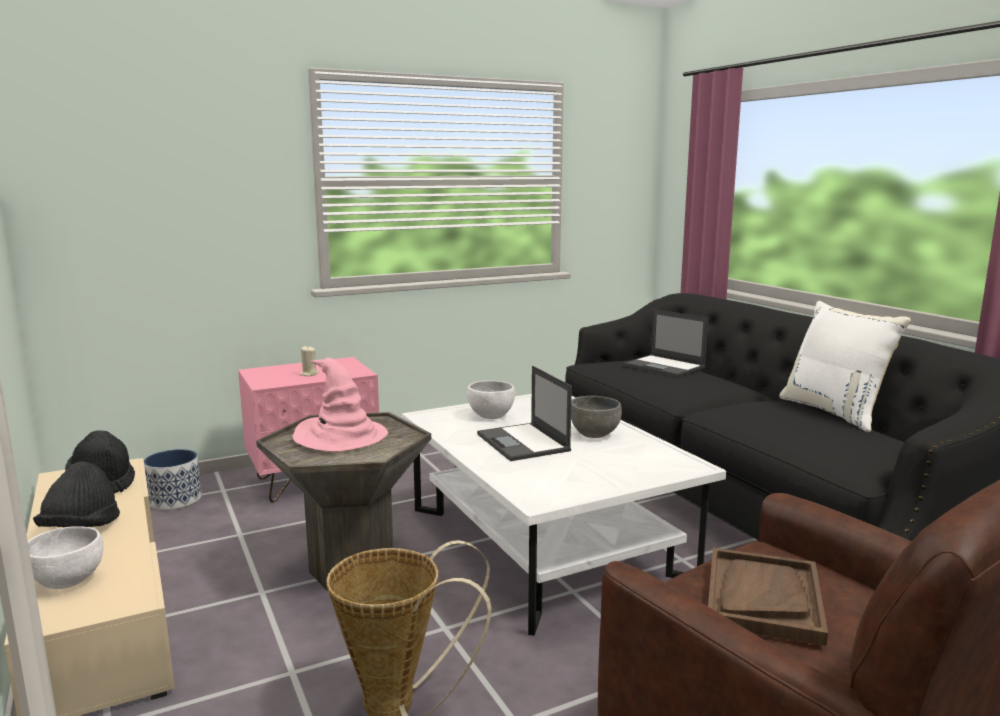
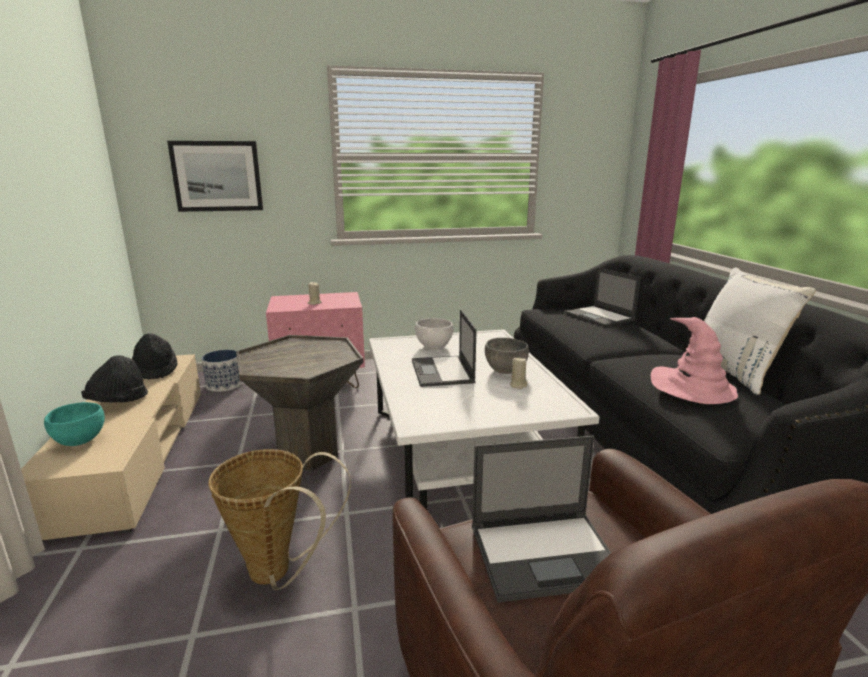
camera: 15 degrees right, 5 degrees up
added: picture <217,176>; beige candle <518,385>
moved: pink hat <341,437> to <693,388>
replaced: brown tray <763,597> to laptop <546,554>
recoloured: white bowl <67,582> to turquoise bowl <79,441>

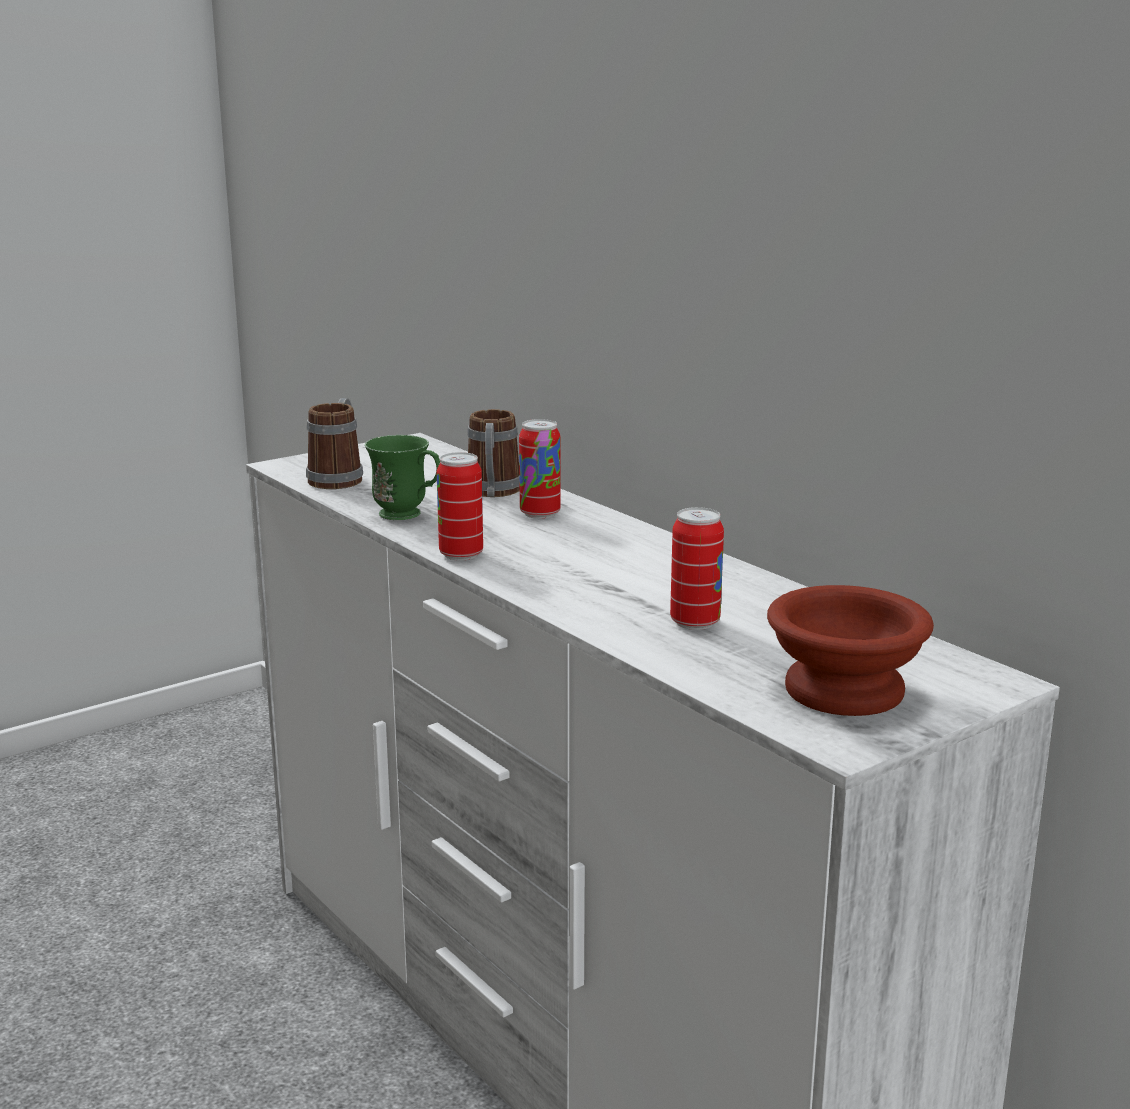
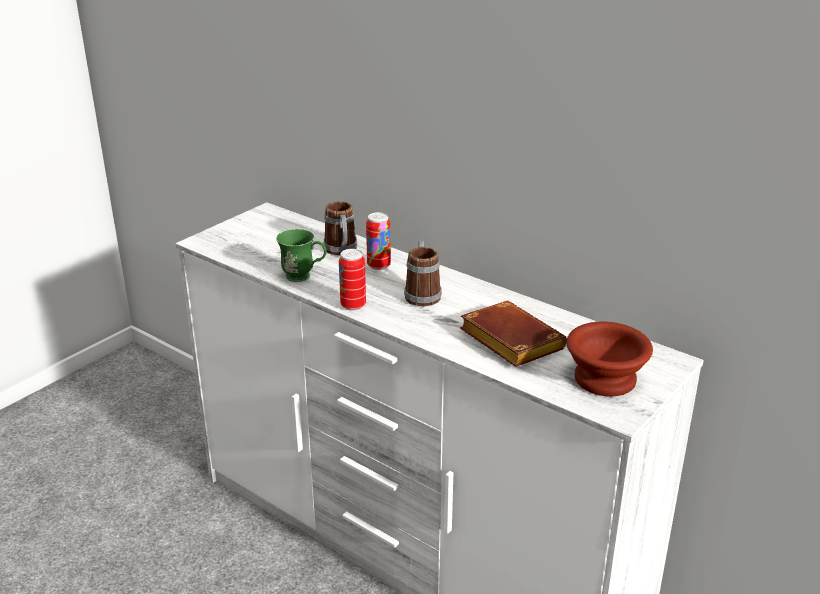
camera: 15 degrees left, 10 degrees up
moved: mug <339,478> to <422,293>
replaced: can <695,622> to brown book <507,341>

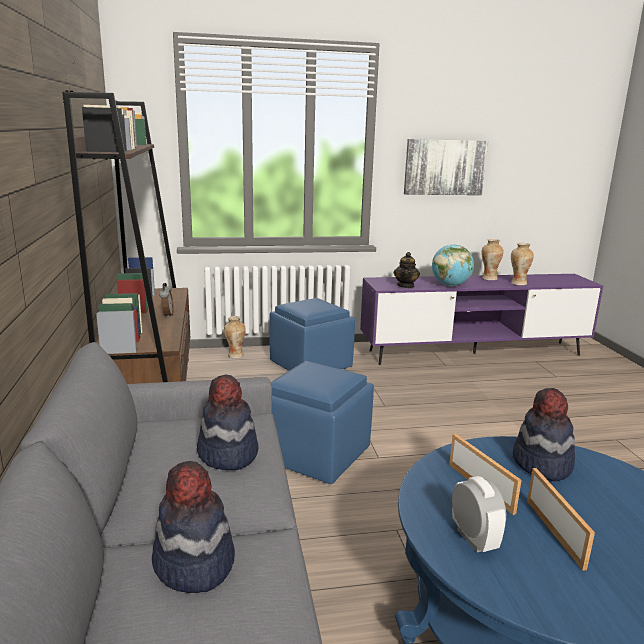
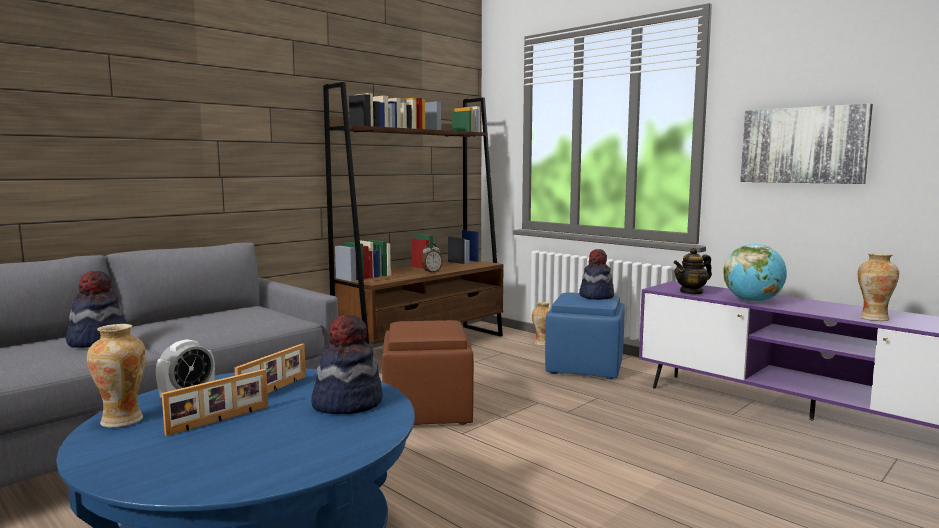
camera: 55 degrees right, 10 degrees down
moved: hat <227,454> to <596,296>; vase <489,278> to <123,420>
recoloured: blue ottoman <315,454> to brown ottoman <428,411>

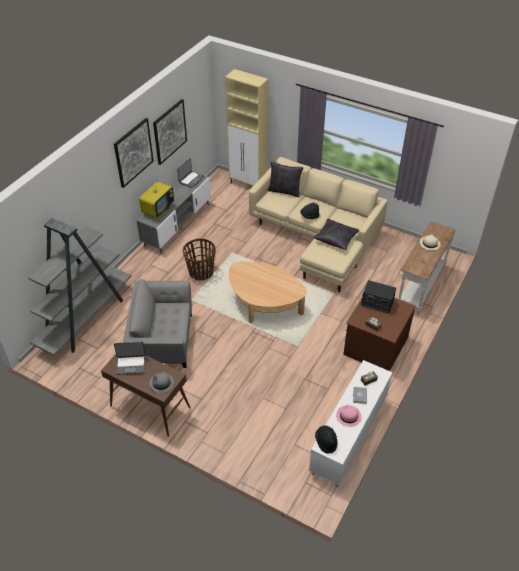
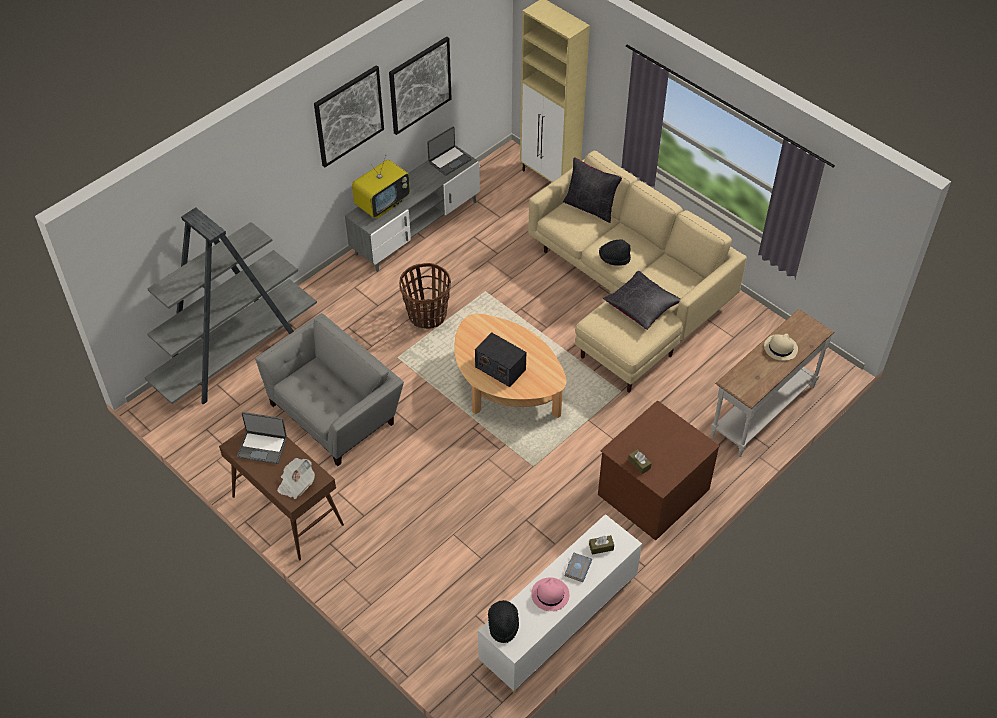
camera: 15 degrees right, 5 degrees up
moved: radio <377,303> to <500,368>
replaced: grey hat <161,383> to newspaper <296,484>
turned: grey armchair <162,340> = <335,412> 120 degrees clockwise

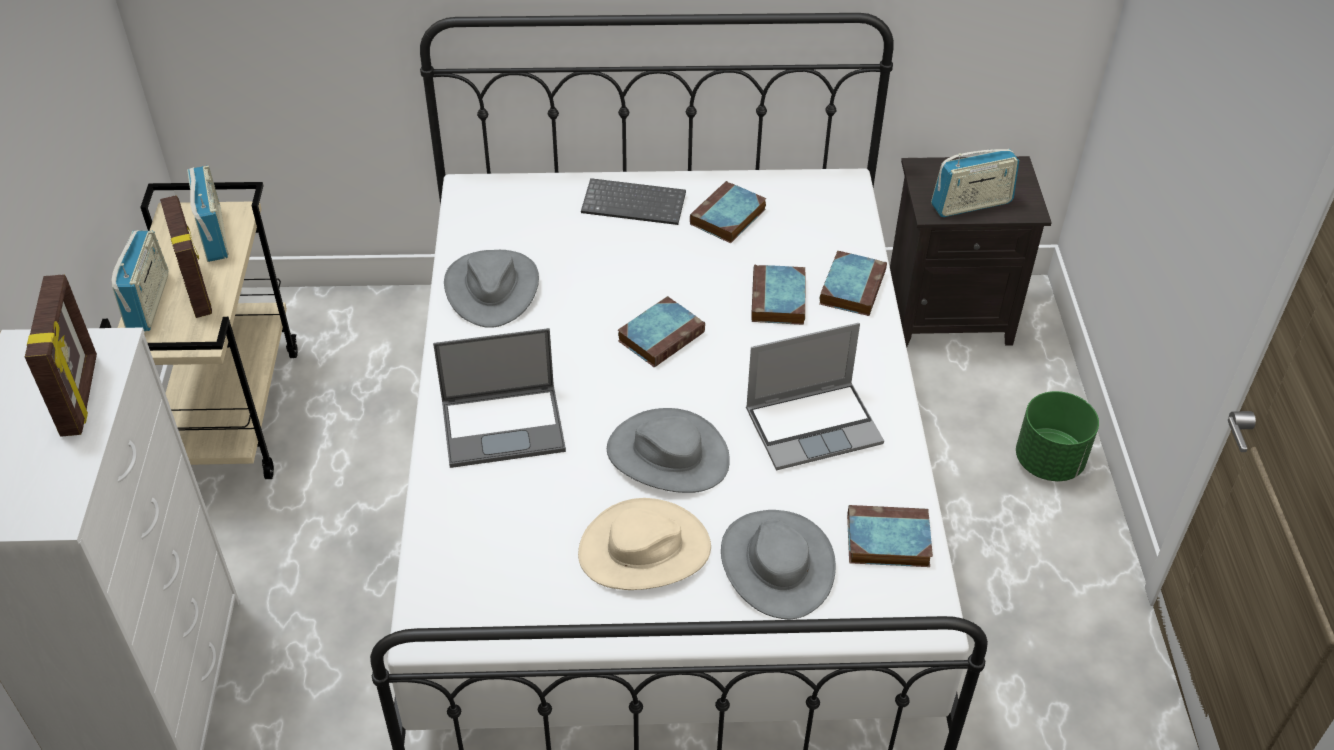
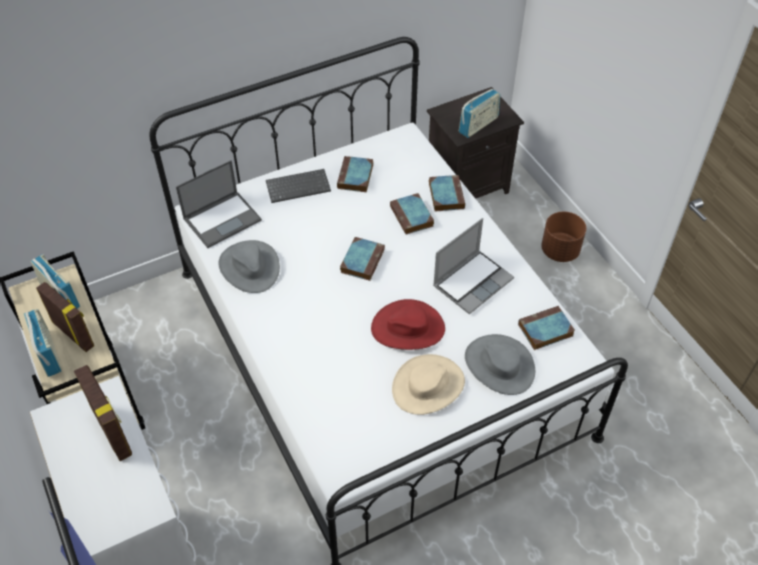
camera: 25 degrees left, 5 degrees up
moved: laptop <504,425> to <223,219>
recoloured: grey hat <668,455> to red hat <408,328>; green planter <1049,461> to brown planter <560,251>

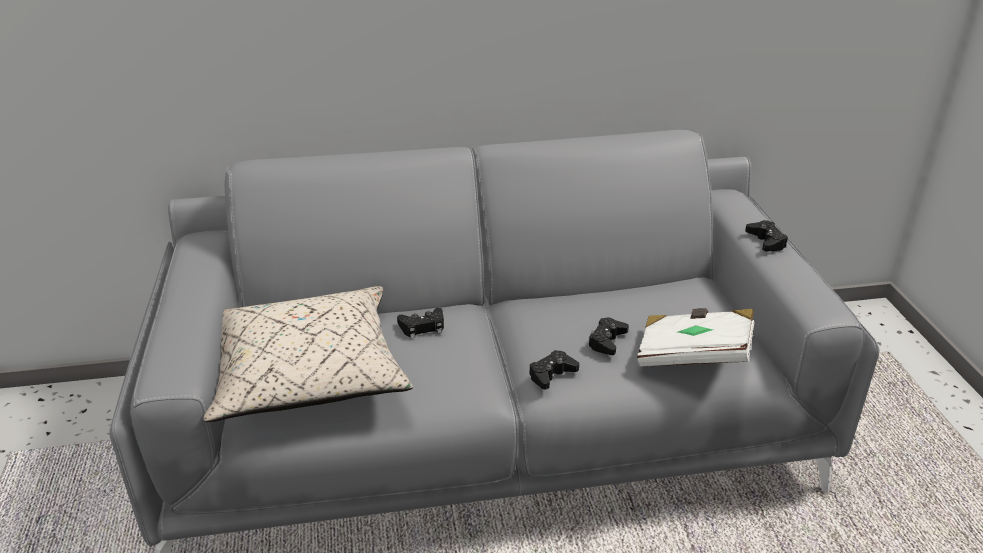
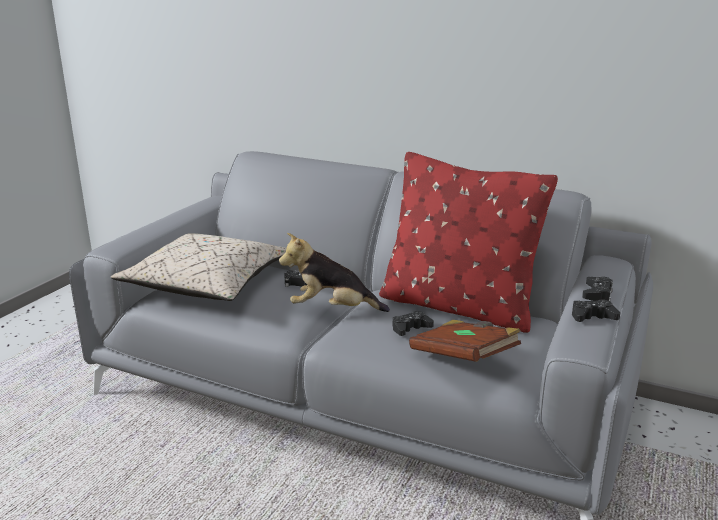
camera: 35 degrees right, 10 degrees down
added: plush toy <332,309>; red pillow <457,307>
moved: black game controller <551,374> to <592,317>
recoloured: white book <693,356> to brown book <463,358>

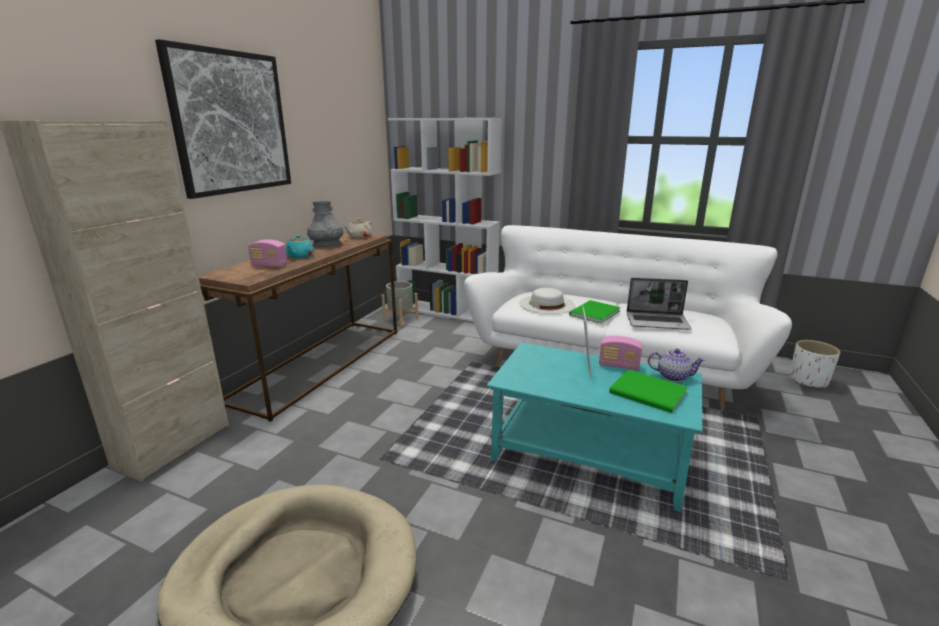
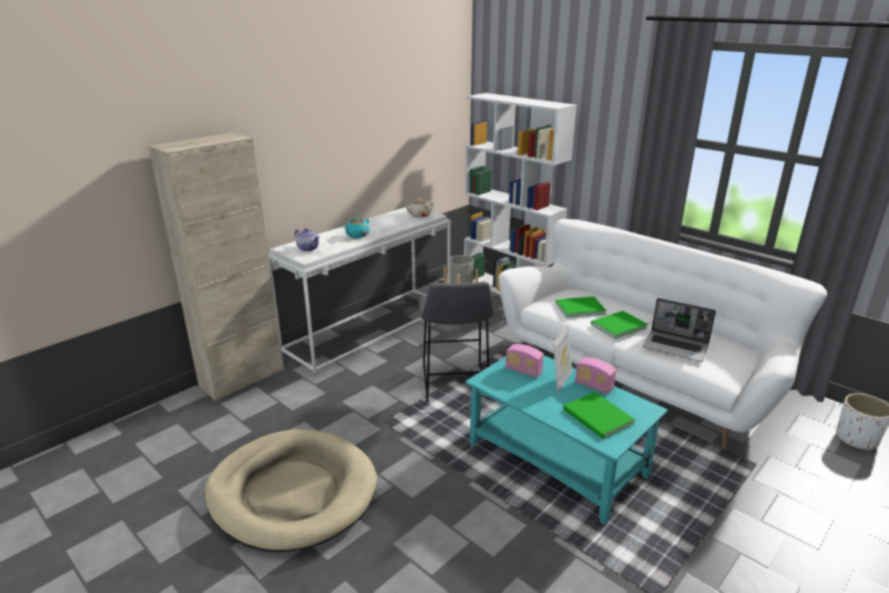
camera: 20 degrees right, 5 degrees up
removed: picture <231,123>; grey vase <327,245>
added: grey stool <454,384>
moved: radio <269,265> to <523,371>; teapot <672,376> to <308,248>
replaced: white hat <547,304> to green book <578,308>
recoloured: brown console table <319,363> to white console table <370,326>

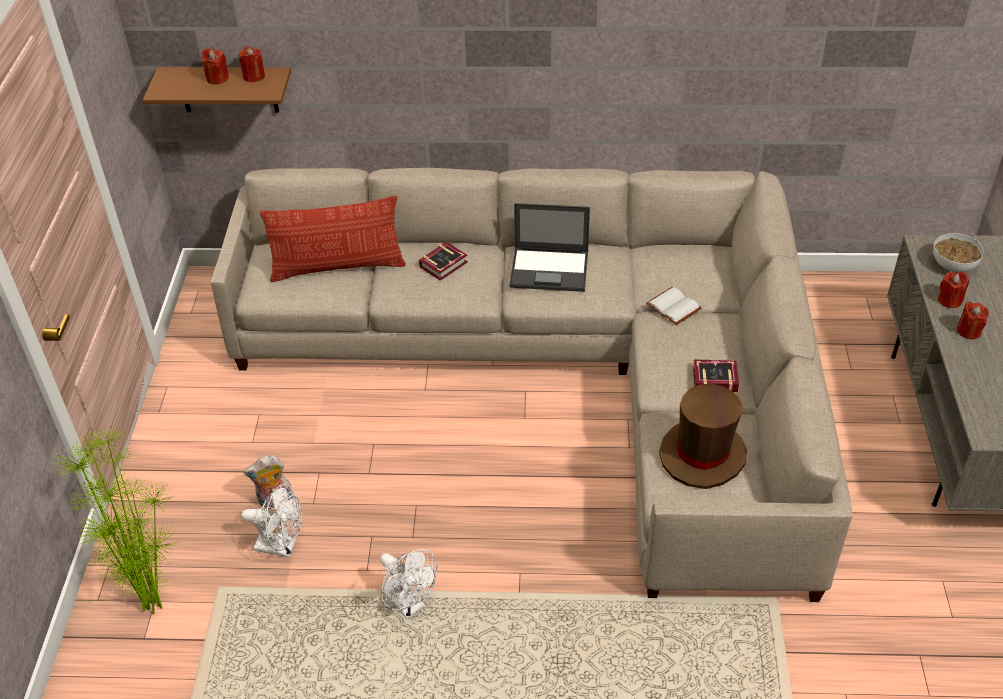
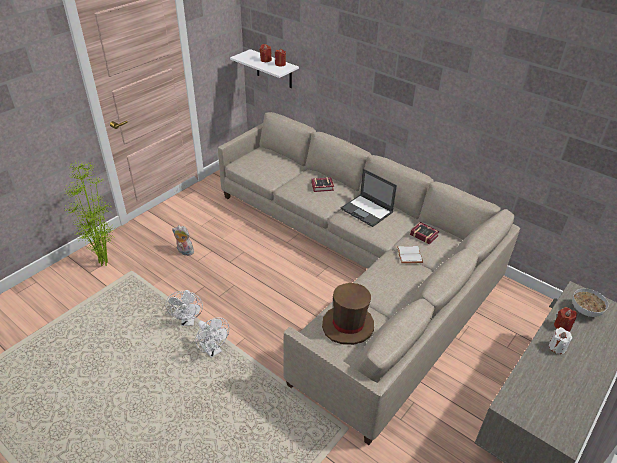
camera: 35 degrees right, 5 degrees down
removed: pillow <338,267>
moved: white fan <282,546> to <213,350>; book <712,378> to <423,234>
recoloured: brown shelf <228,89> to white shelf <274,69>; red candle <968,331> to white candle <557,347>

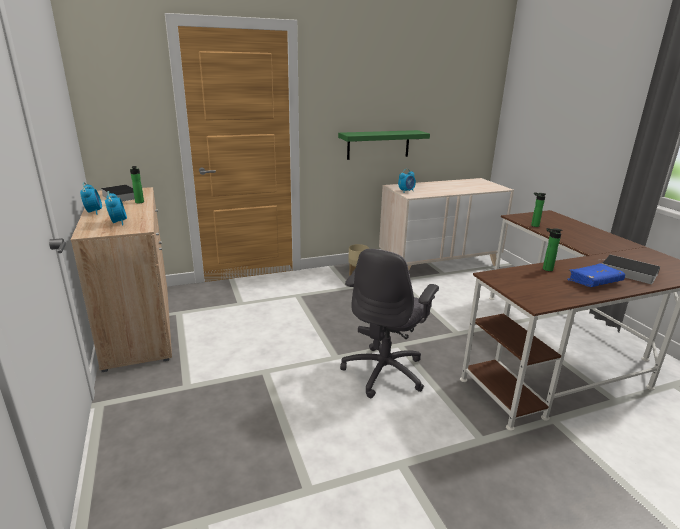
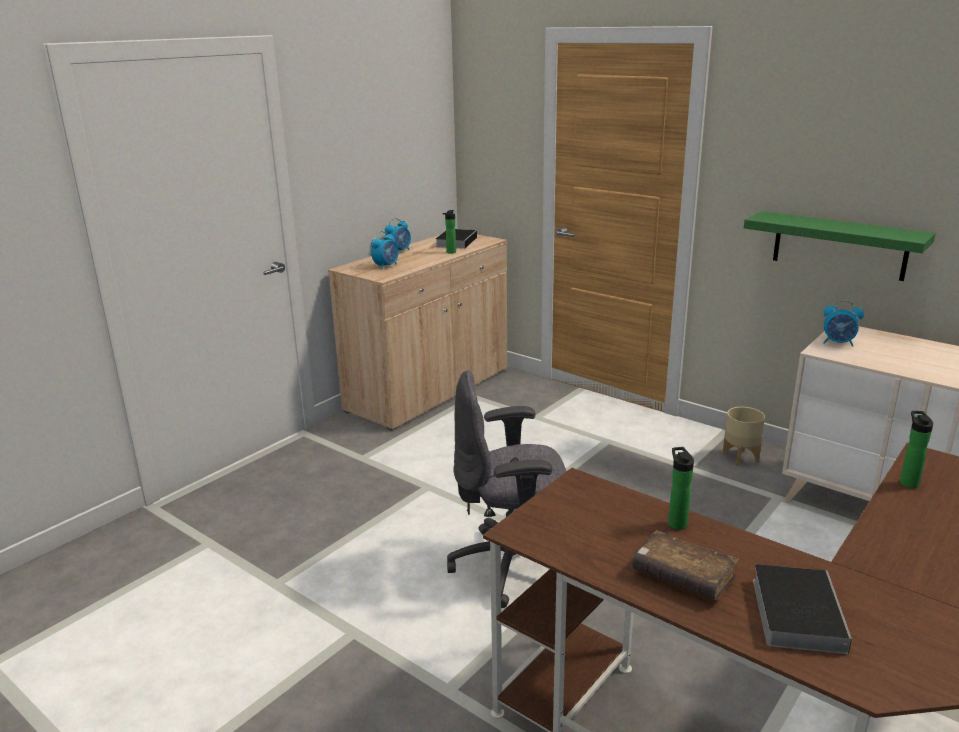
camera: 60 degrees right, 0 degrees up
recoloured: blue book <594,282> to brown book <683,576>

